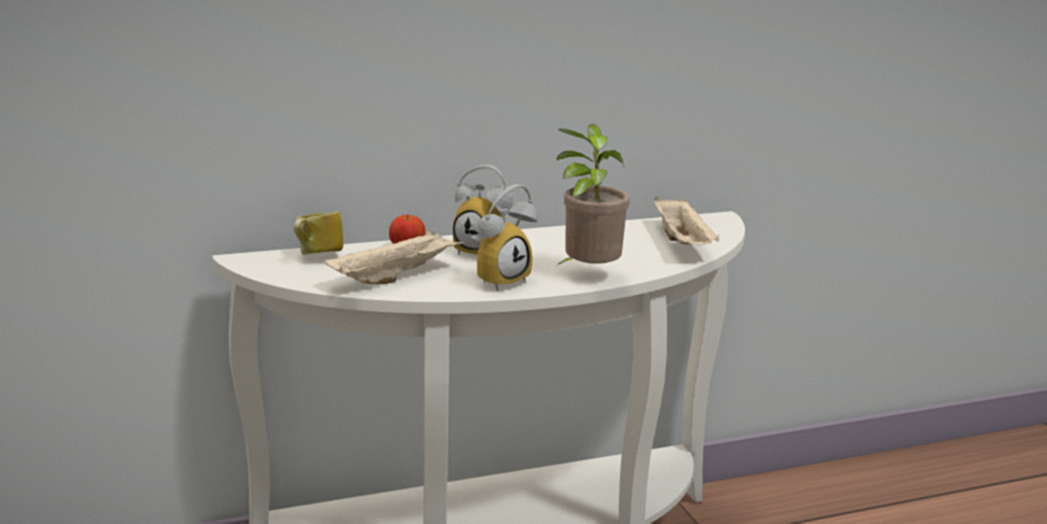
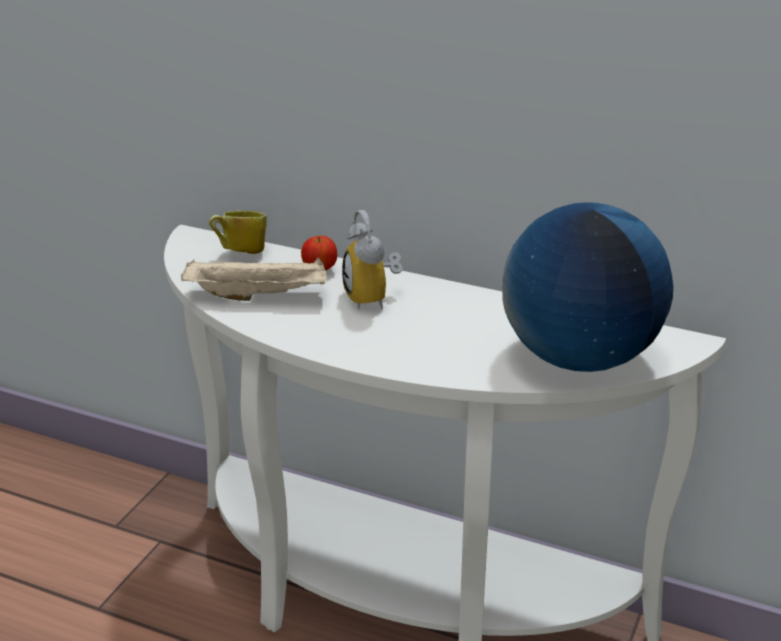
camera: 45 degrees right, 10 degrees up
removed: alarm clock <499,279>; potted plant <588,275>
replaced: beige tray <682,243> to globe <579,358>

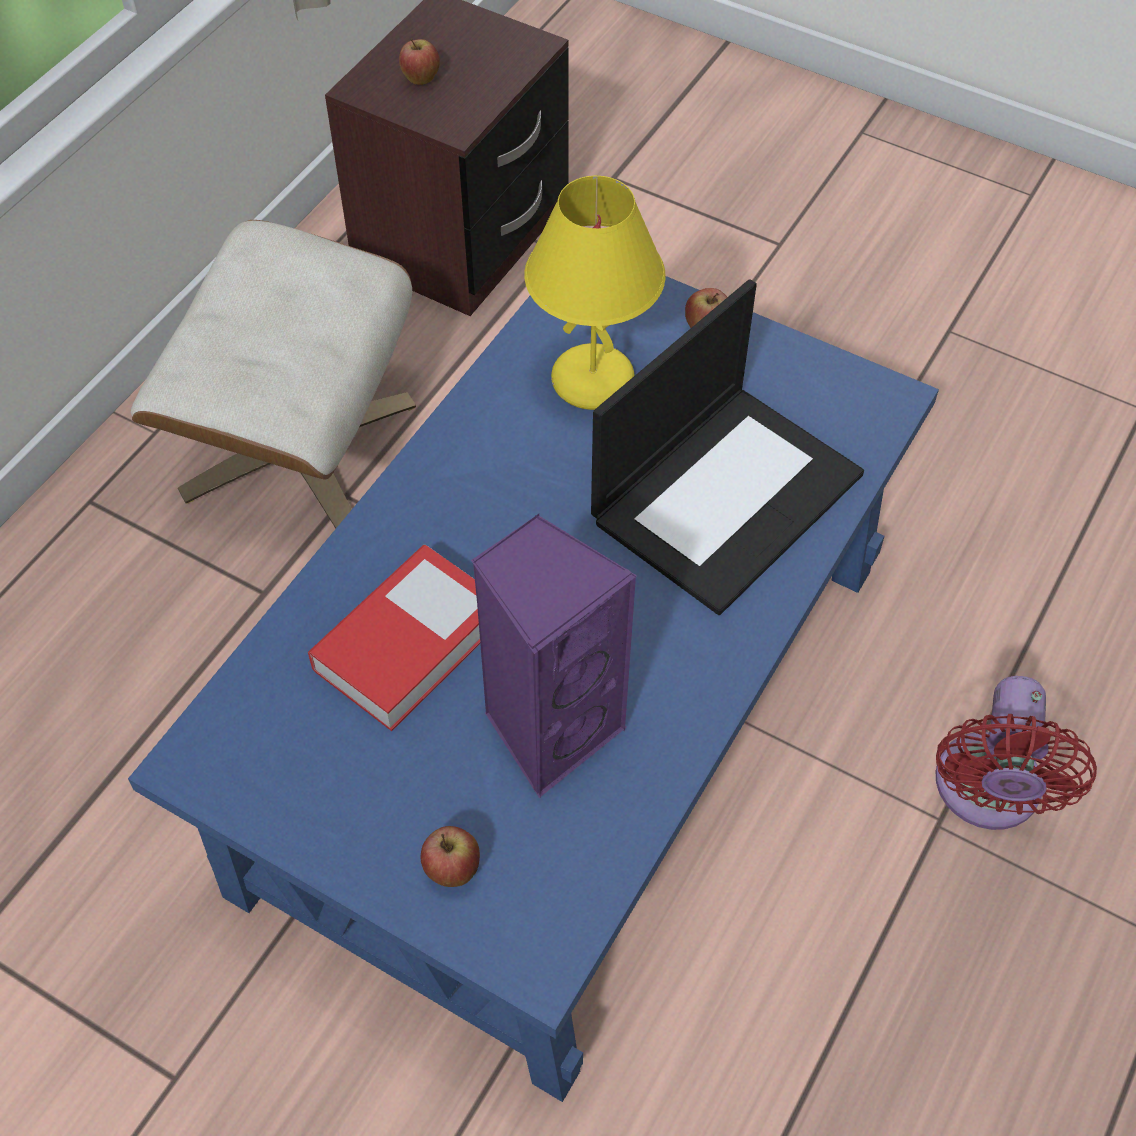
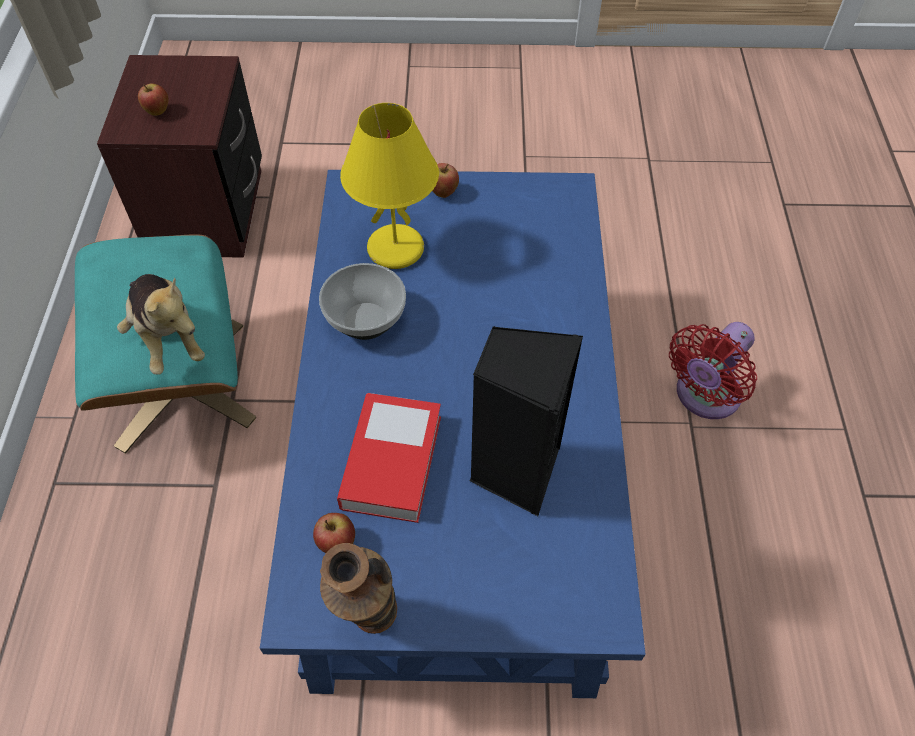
camera: 30 degrees left, 0 degrees up
removed: laptop <726,494>
added: plush toy <168,337>; bowl <366,322>; vase <371,627>
moved: apple <452,871> to <337,543>
recoloured: beige ottoman <298,447> to turquoise ottoman <181,384>; purple speaker <550,728> to black speaker <514,470>
turned: red fan <987,793> = <704,396> 60 degrees clockwise

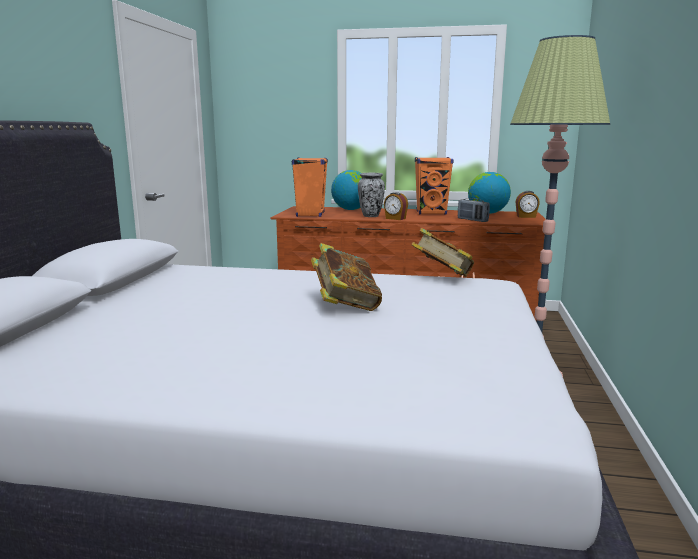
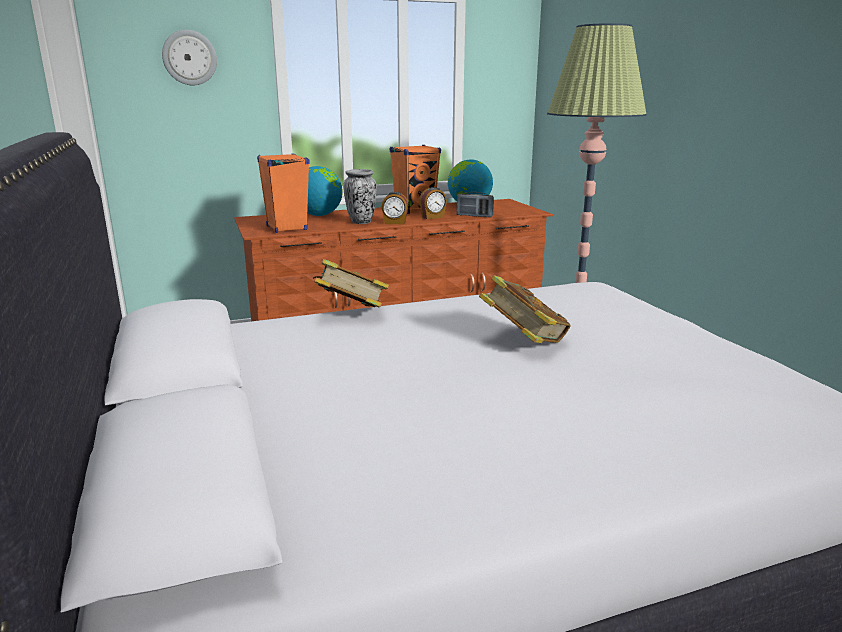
camera: 30 degrees left, 5 degrees up
added: wall clock <189,58>
moved: book <442,278> to <350,313>; alarm clock <526,216> to <433,217>

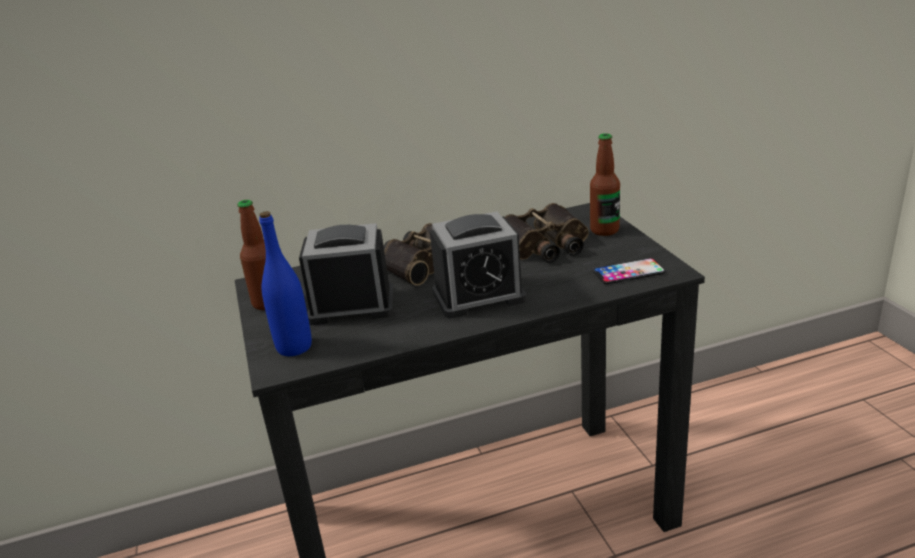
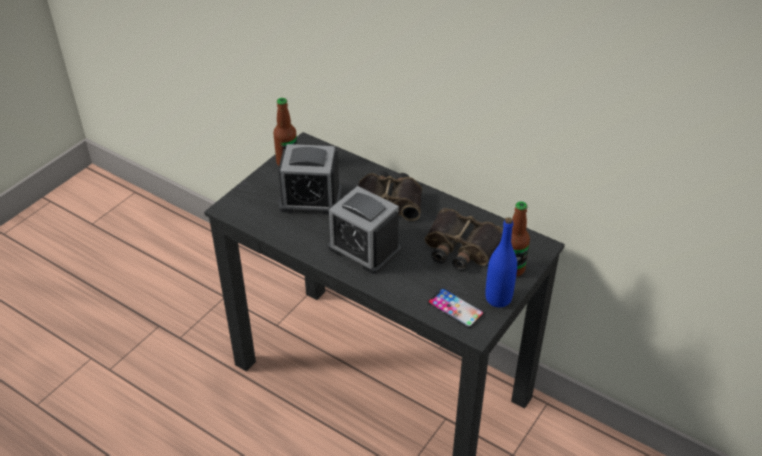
camera: 50 degrees right, 15 degrees up
moved: blue bottle <294,347> to <498,298>
turned: alarm clock <352,306> = <310,199> 135 degrees clockwise

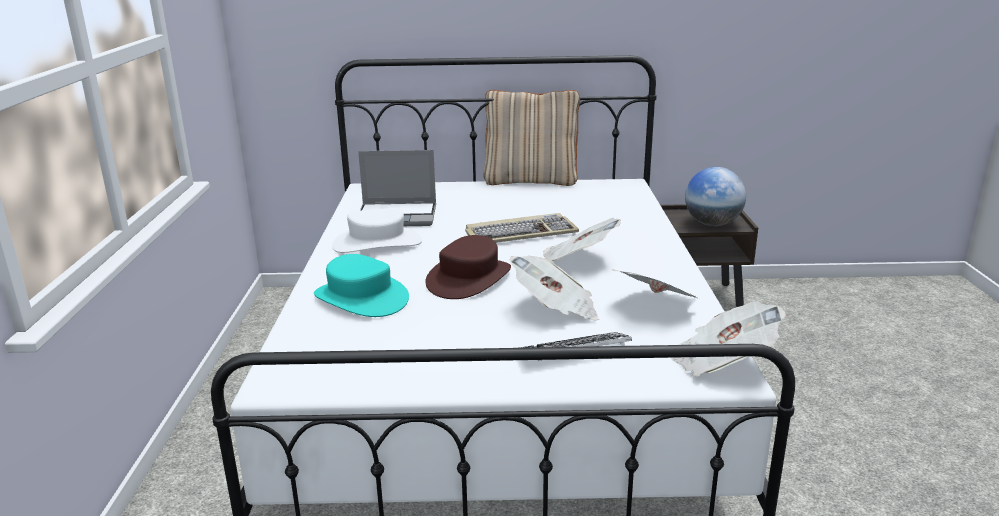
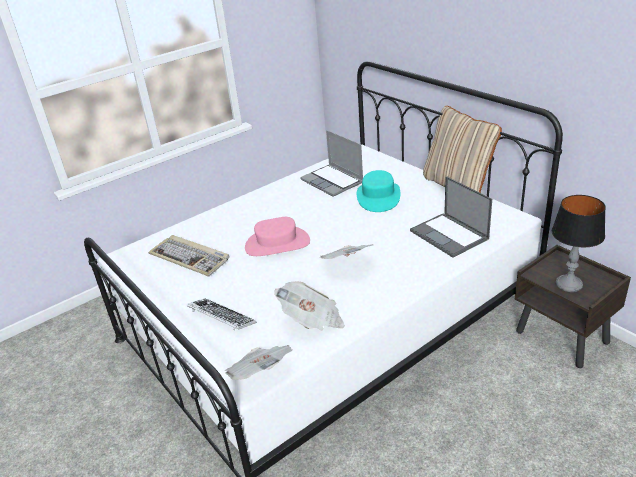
camera: 55 degrees right, 10 degrees up
removed: white hat <377,243>; newspaper <556,309>
added: laptop <450,235>
moved: turquoise hat <360,298> to <378,197>; keyboard <521,233> to <190,258>
replaced: globe <712,224> to table lamp <569,284>
recoloured: brown hat <469,278> to pink hat <277,244>

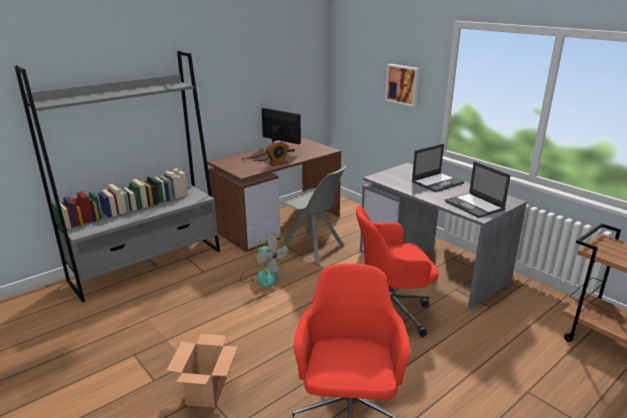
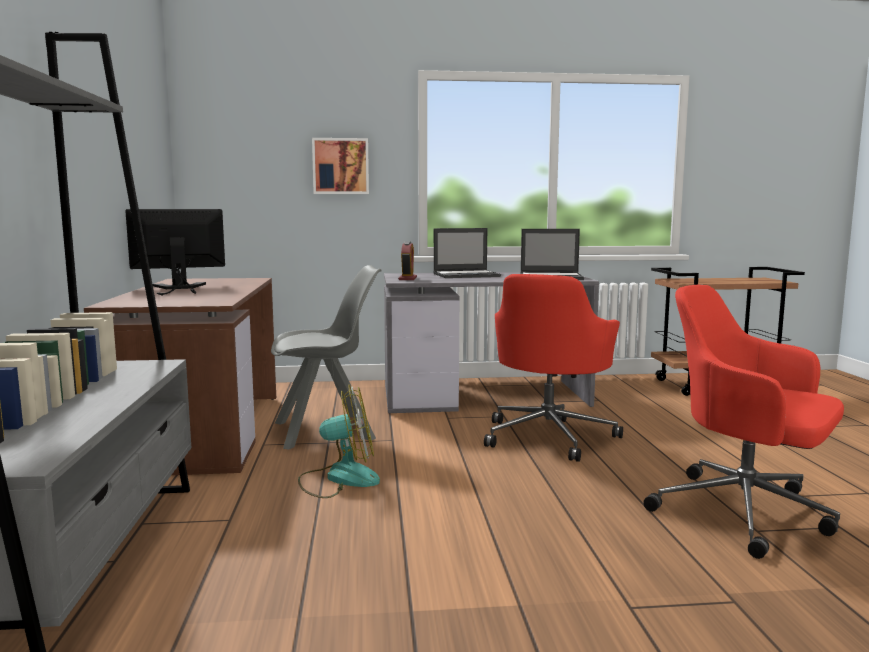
camera: 55 degrees left, 15 degrees down
removed: cardboard box <206,390>
moved: alarm clock <278,163> to <407,278>
turned: laptop <437,182> = <467,275> 75 degrees clockwise

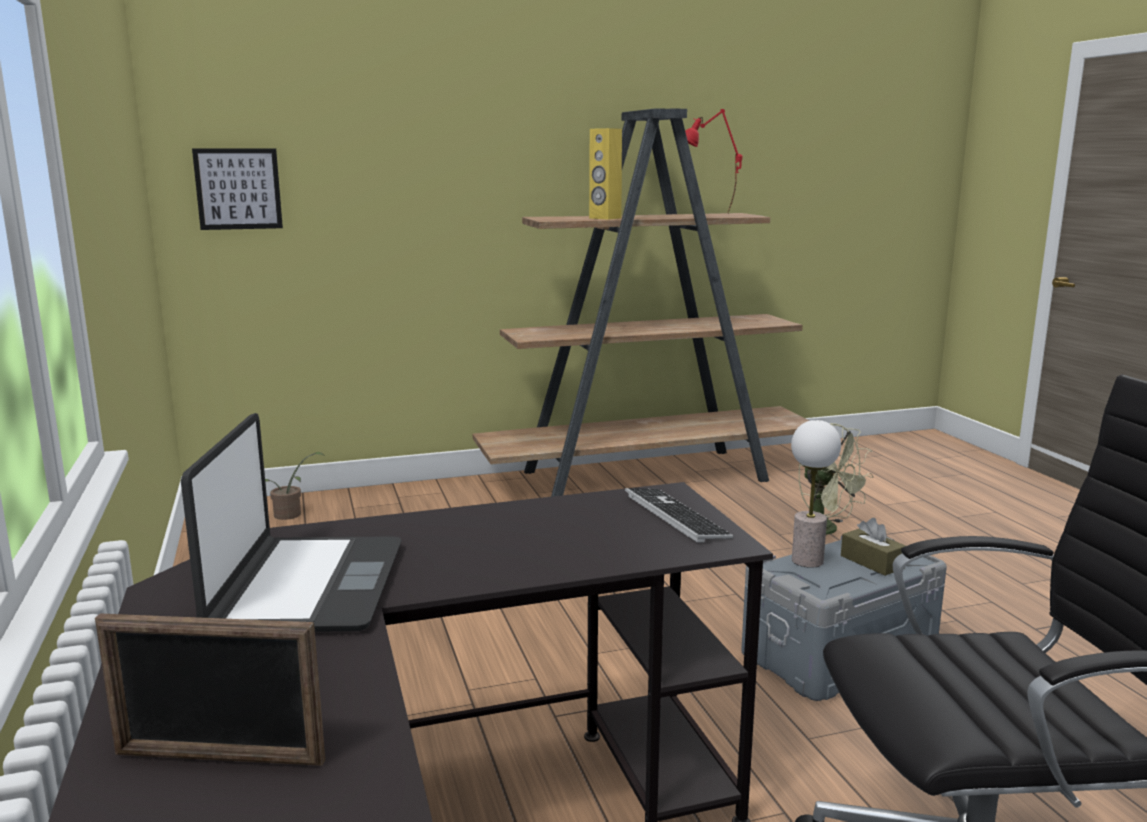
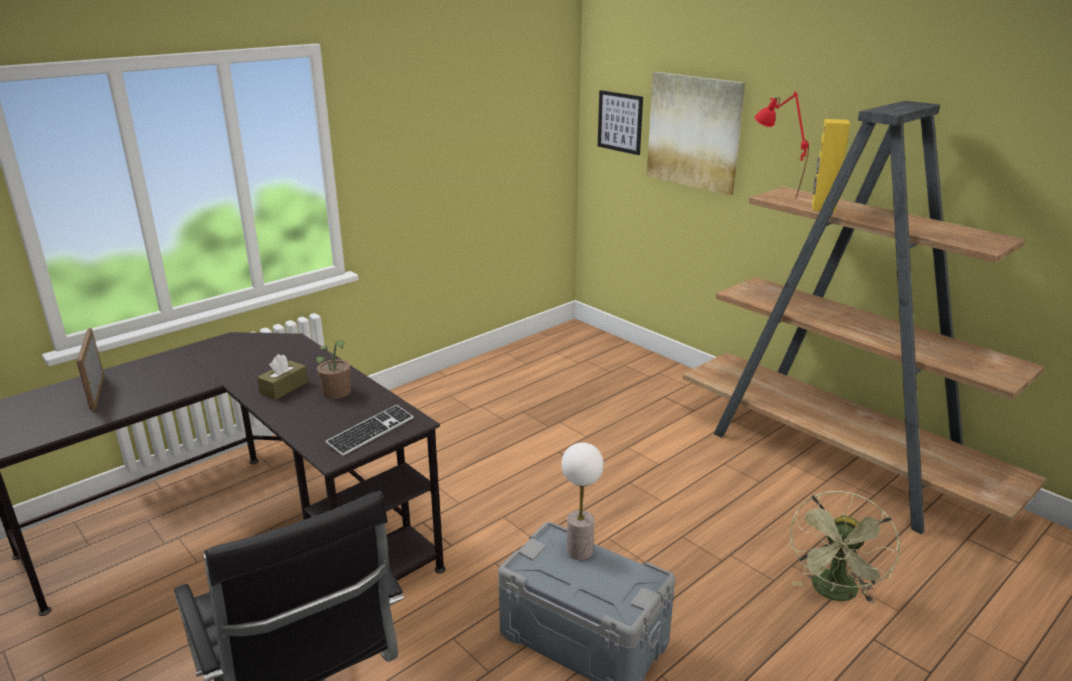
camera: 65 degrees right, 10 degrees up
removed: laptop <306,586>
added: picture <694,132>
moved: potted plant <291,515> to <336,394>; red table lamp <708,214> to <773,194>; brown tissue box <872,562> to <284,388>

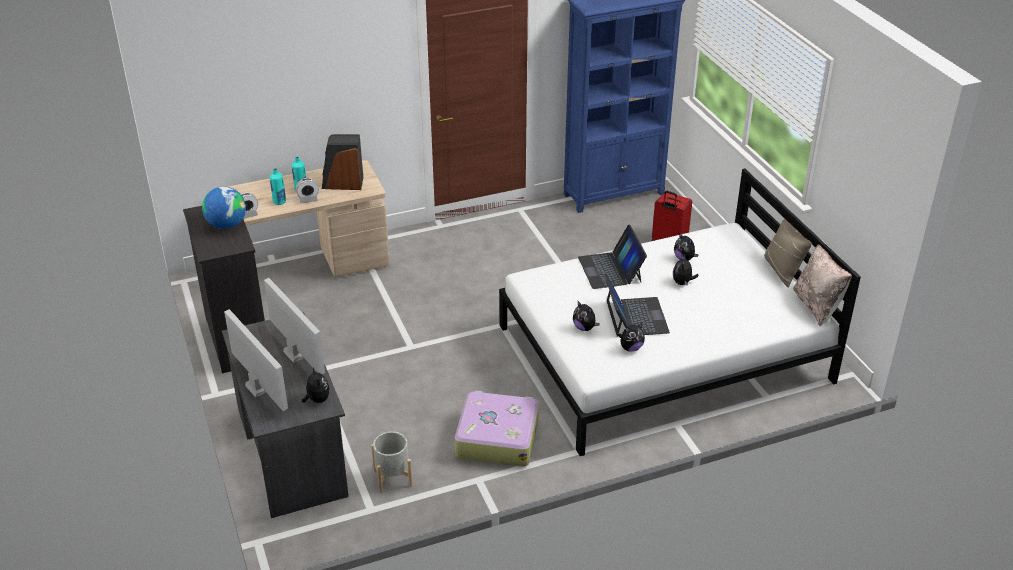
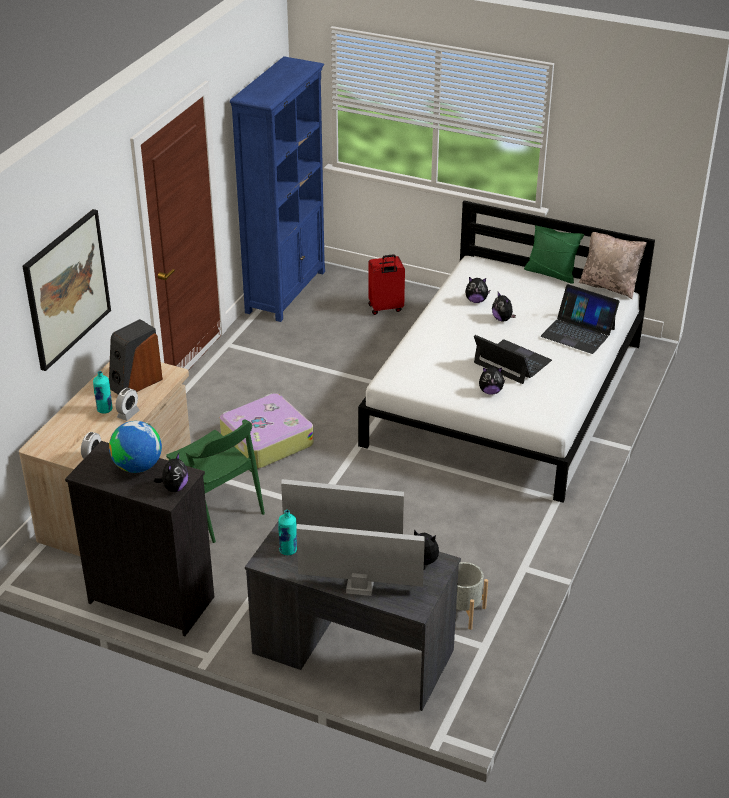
camera: 45 degrees left, 0 degrees up
added: picture <66,288>; green chair <217,510>
moved: turquoise bottle <279,202> to <288,550>; suitcase <497,437> to <265,440>; laptop <610,269> to <578,332>; plush toy <630,348> to <174,488>
recoloured: beige pillow <782,270> to green pillow <551,273>

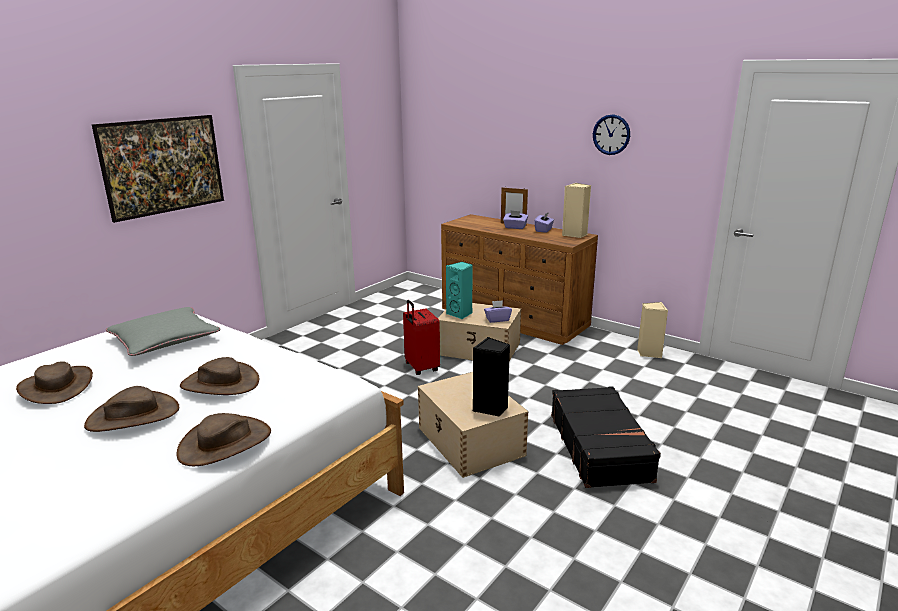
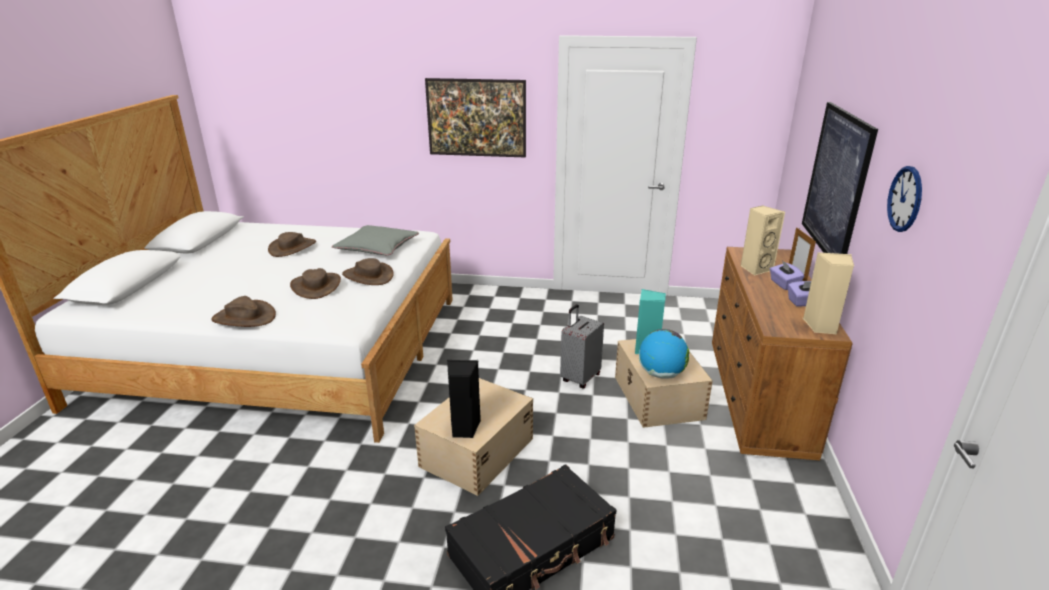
camera: 60 degrees right, 5 degrees up
added: picture <836,183>
moved: brown hat <133,416> to <368,276>; beige speaker <649,353> to <755,269>
replaced: purple tissue box <497,319> to globe <661,374>
recoloured: red suitcase <421,368> to grey suitcase <579,378>

